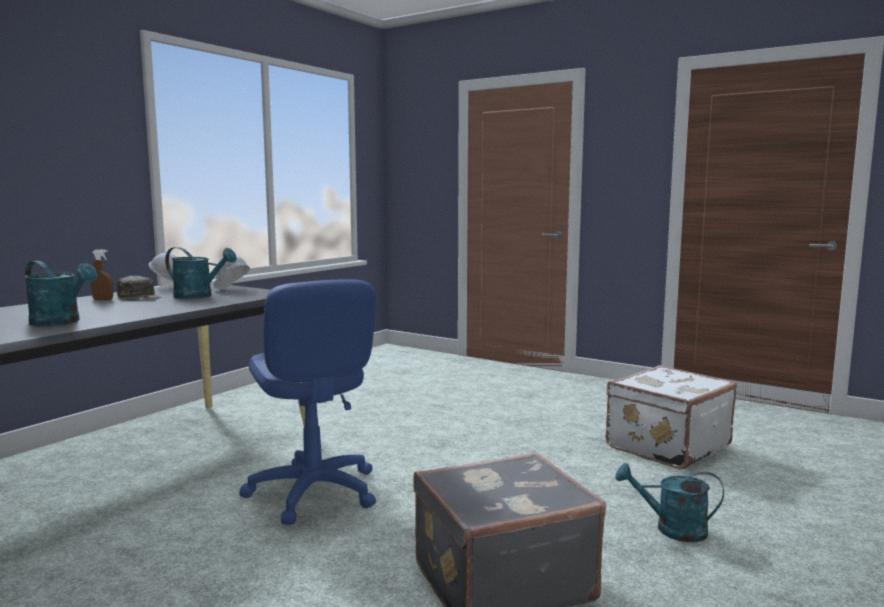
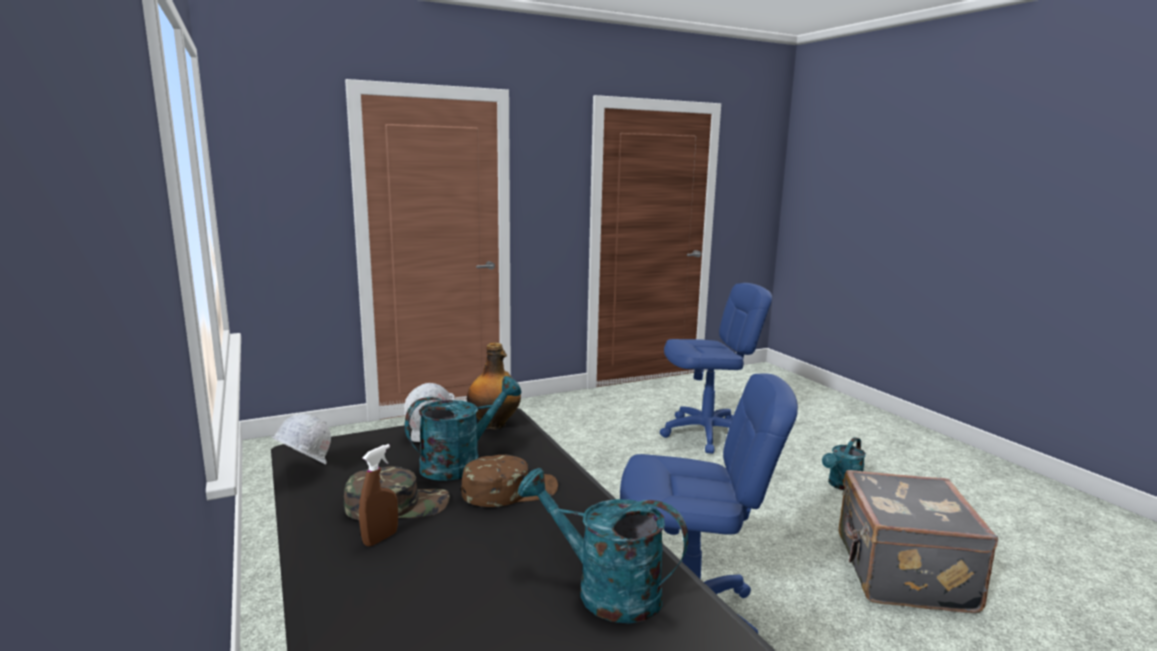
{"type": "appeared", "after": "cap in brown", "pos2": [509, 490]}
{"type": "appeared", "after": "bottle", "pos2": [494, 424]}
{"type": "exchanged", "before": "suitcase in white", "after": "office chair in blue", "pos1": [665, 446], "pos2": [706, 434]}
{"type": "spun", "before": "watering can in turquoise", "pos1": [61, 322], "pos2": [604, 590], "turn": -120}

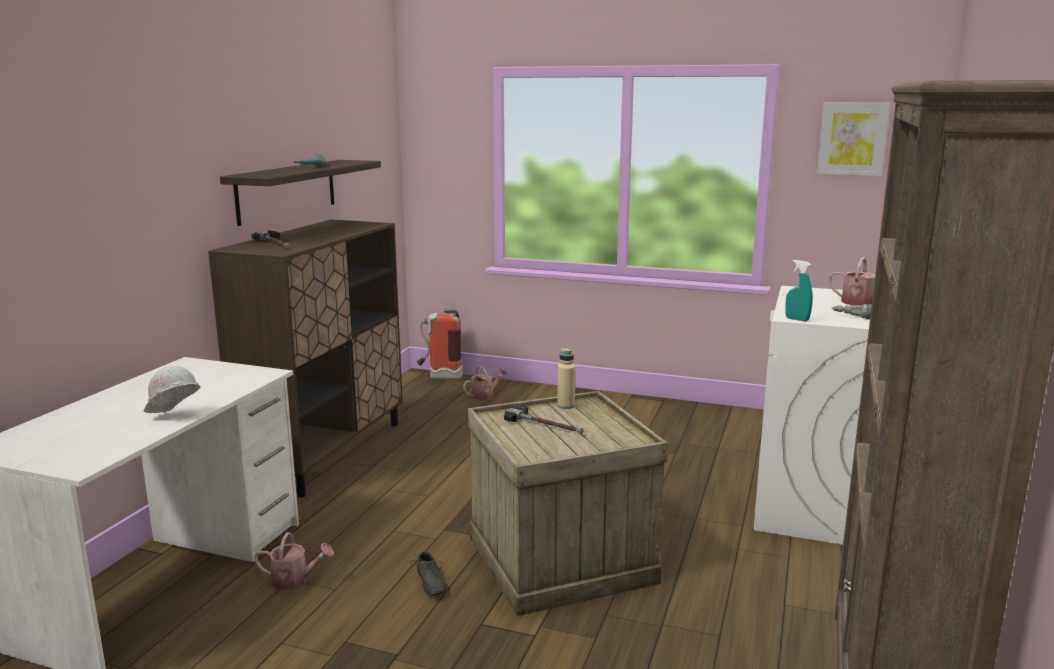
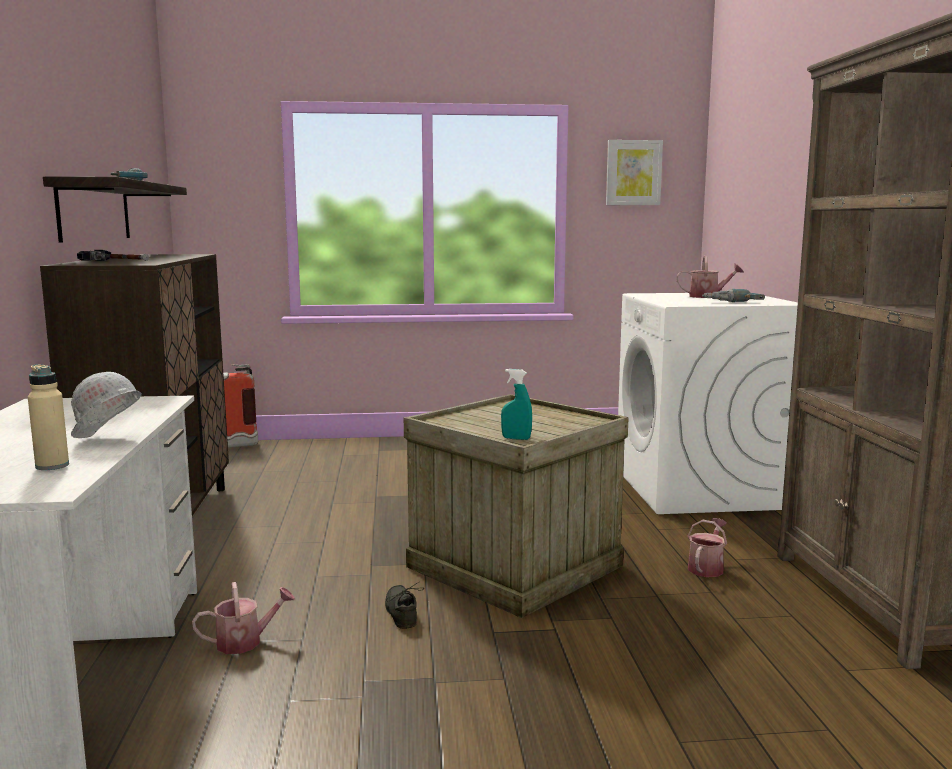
{"type": "missing", "before": "hammer", "pos1": [544, 425]}
{"type": "relocated", "before": "watering can", "pos1": [485, 396], "pos2": [707, 567]}
{"type": "relocated", "before": "bottle in beige", "pos1": [566, 406], "pos2": [52, 466]}
{"type": "relocated", "before": "spray bottle in turquoise", "pos1": [797, 319], "pos2": [516, 438]}
{"type": "spun", "before": "shoe in grey", "pos1": [429, 584], "pos2": [404, 612], "turn": -150}

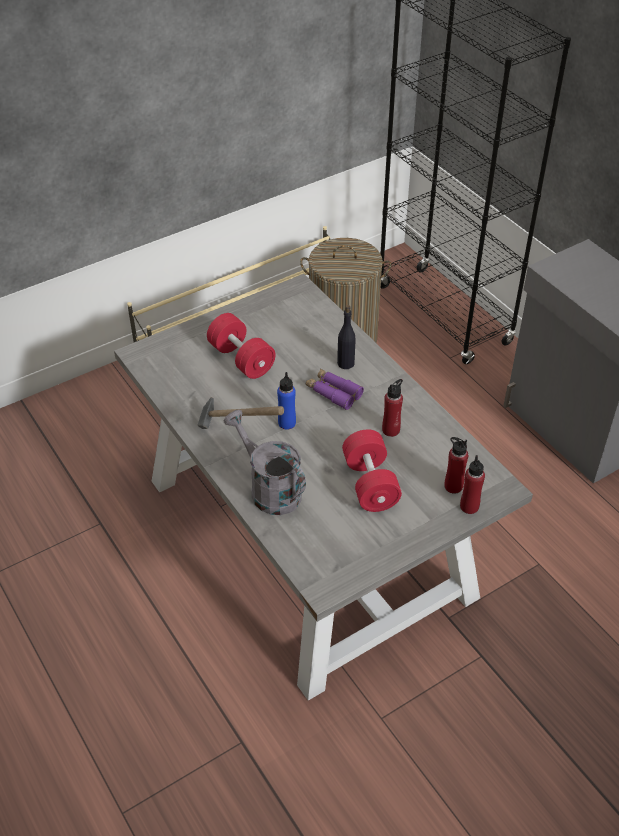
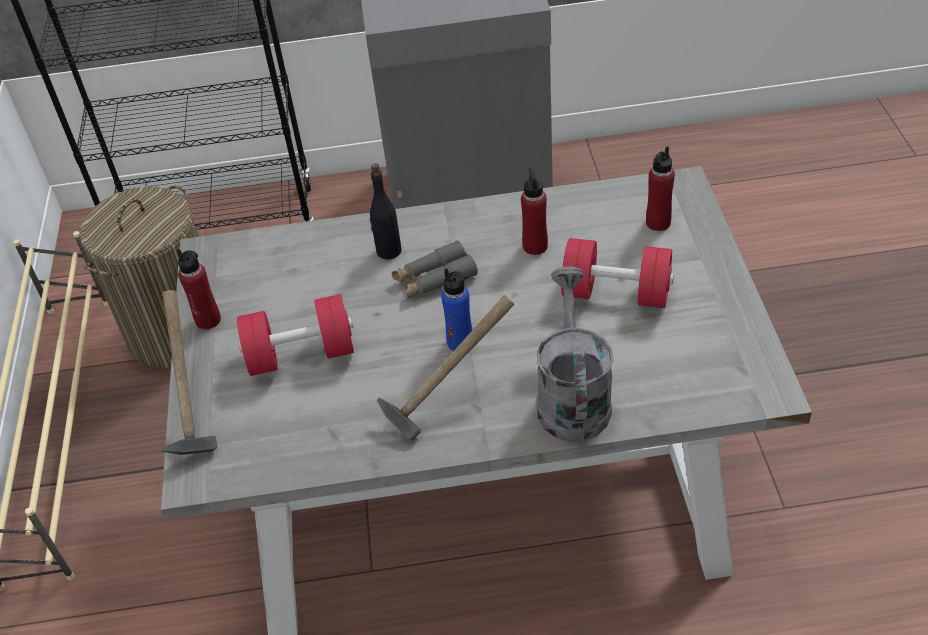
{"type": "appeared", "after": "hammer", "pos2": [192, 411]}
{"type": "relocated", "before": "bottle in red", "pos1": [469, 506], "pos2": [208, 320]}
{"type": "colour", "before": "binoculars in purple", "after": "binoculars in grey", "pos1": [333, 393], "pos2": [434, 279]}
{"type": "spun", "before": "watering can in grey", "pos1": [269, 488], "pos2": [572, 397], "turn": 105}

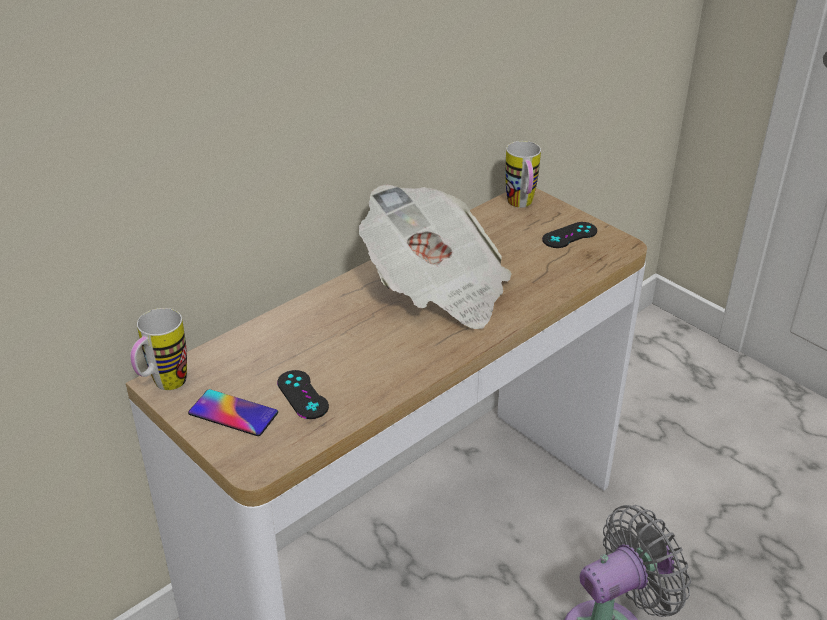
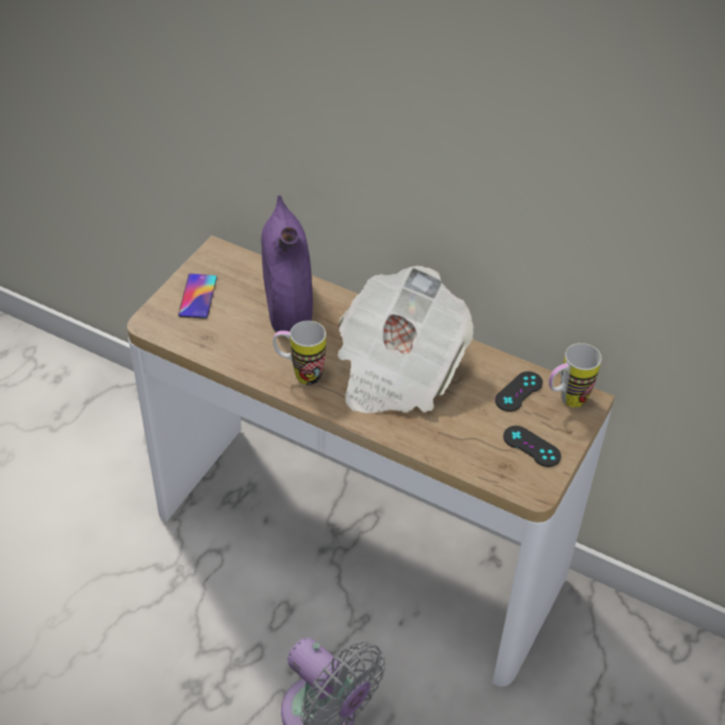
{"type": "appeared", "after": "vase in purple", "pos2": [287, 303]}
{"type": "relocated", "before": "mug", "pos1": [163, 386], "pos2": [299, 374]}
{"type": "relocated", "before": "game controller in black", "pos1": [302, 395], "pos2": [518, 391]}

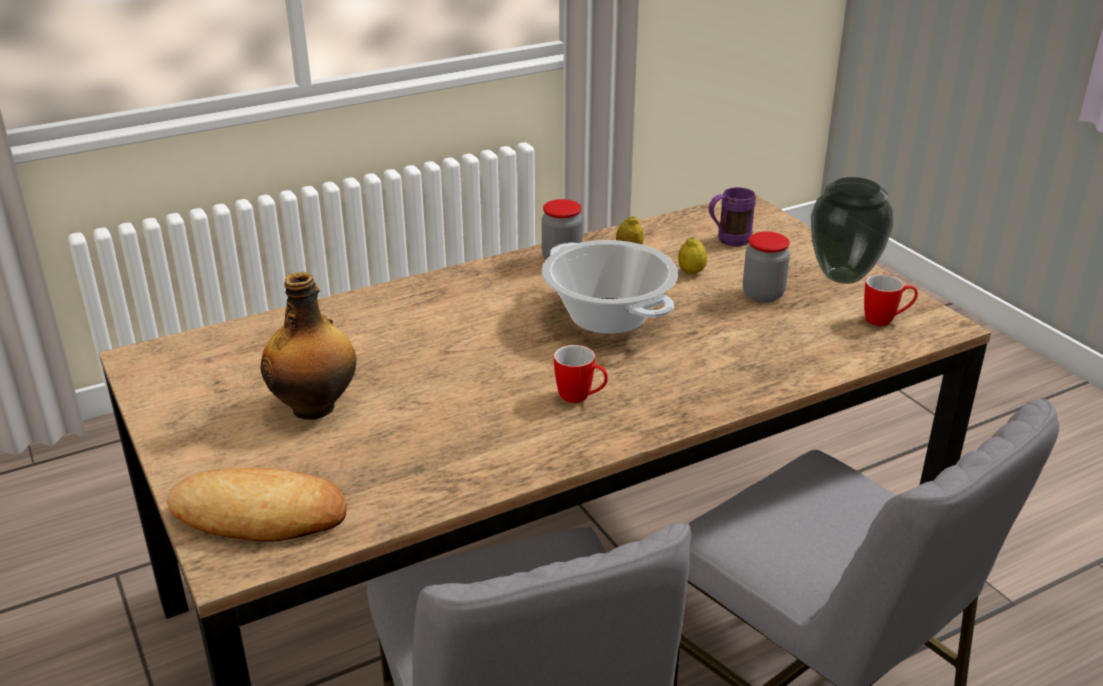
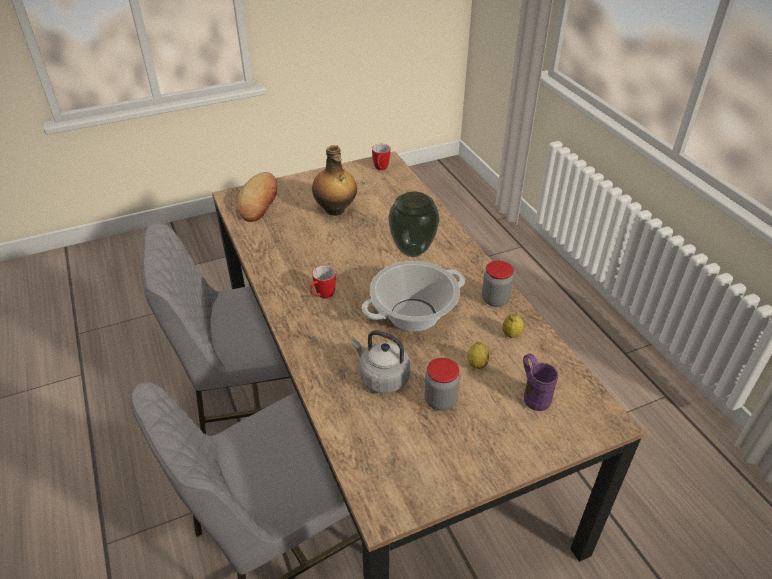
{"type": "appeared", "after": "kettle in grey", "pos2": [382, 377]}
{"type": "relocated", "before": "vase", "pos1": [841, 277], "pos2": [412, 250]}
{"type": "relocated", "before": "mug", "pos1": [886, 320], "pos2": [380, 169]}

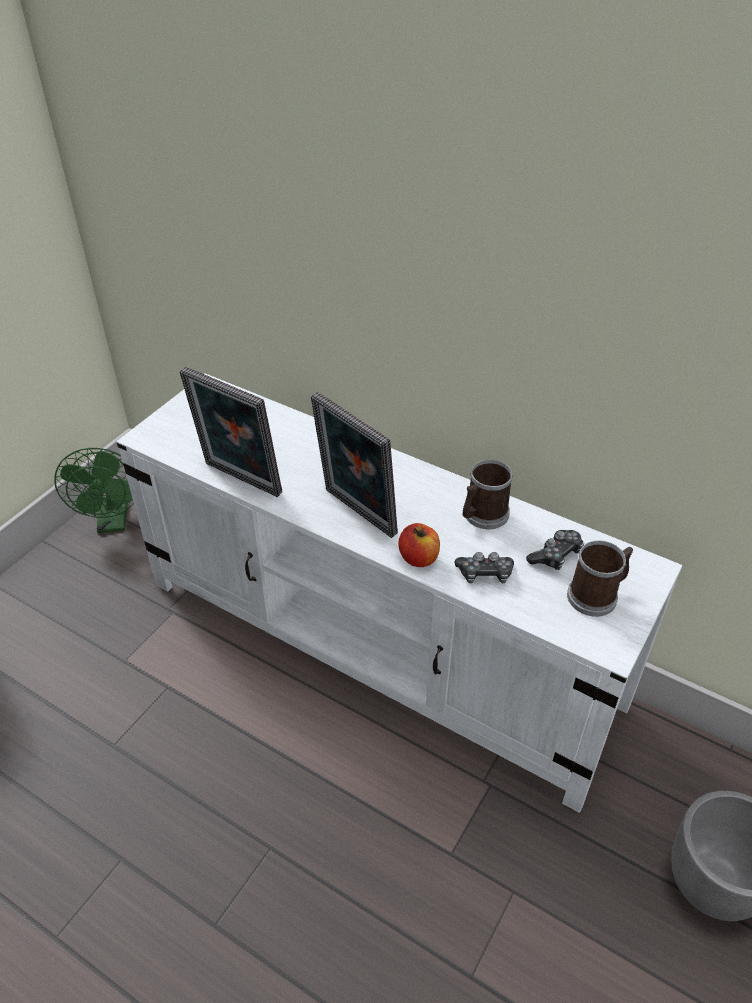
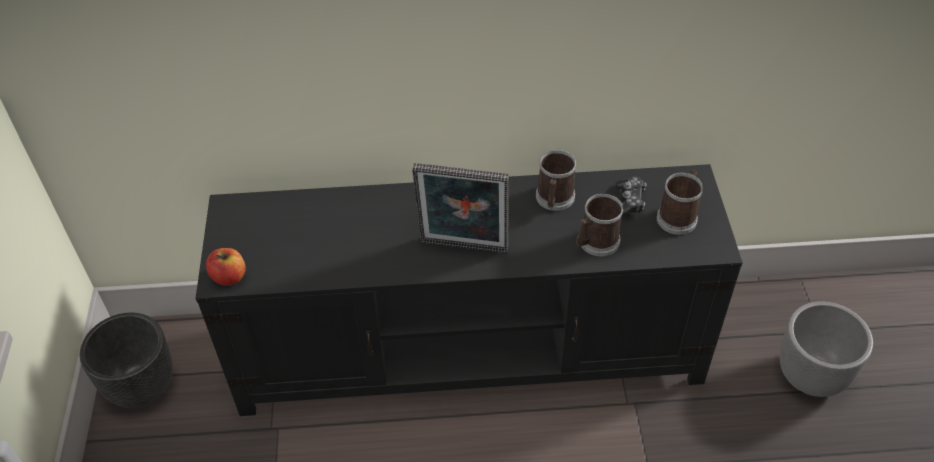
{"type": "missing", "before": "picture frame", "pos1": [239, 481]}
{"type": "relocated", "before": "apple", "pos1": [418, 558], "pos2": [229, 276]}
{"type": "exchanged", "before": "fan in green", "after": "planter in black", "pos1": [113, 522], "pos2": [142, 385]}
{"type": "exchanged", "before": "game controller", "after": "mug", "pos1": [485, 574], "pos2": [595, 243]}
{"type": "colour", "before": "tv stand in white", "after": "tv stand in black", "pos1": [379, 644], "pos2": [471, 350]}

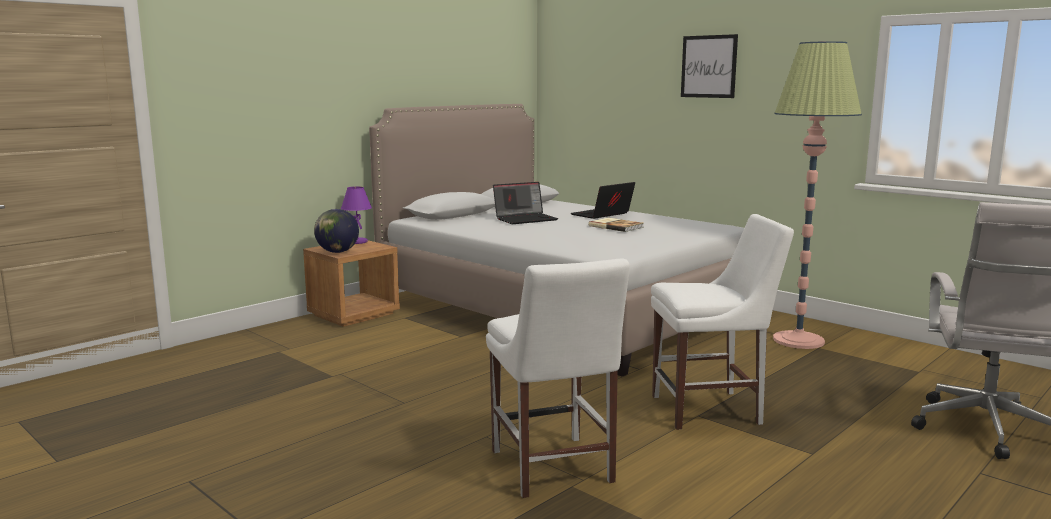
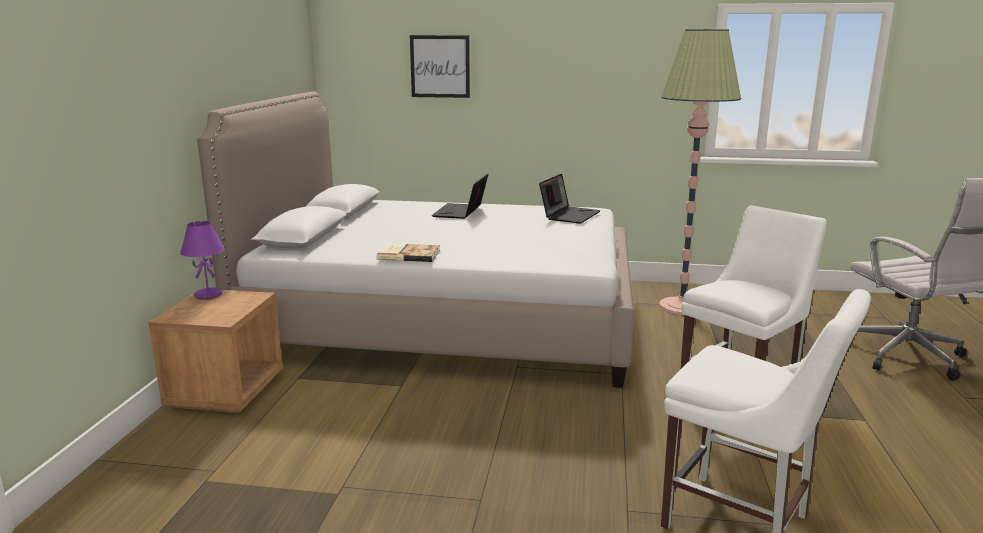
{"type": "missing", "before": "globe", "pos1": [337, 252]}
{"type": "relocated", "before": "laptop", "pos1": [526, 219], "pos2": [569, 215]}
{"type": "relocated", "before": "book", "pos1": [616, 226], "pos2": [408, 254]}
{"type": "relocated", "before": "picture", "pos1": [708, 66], "pos2": [440, 66]}

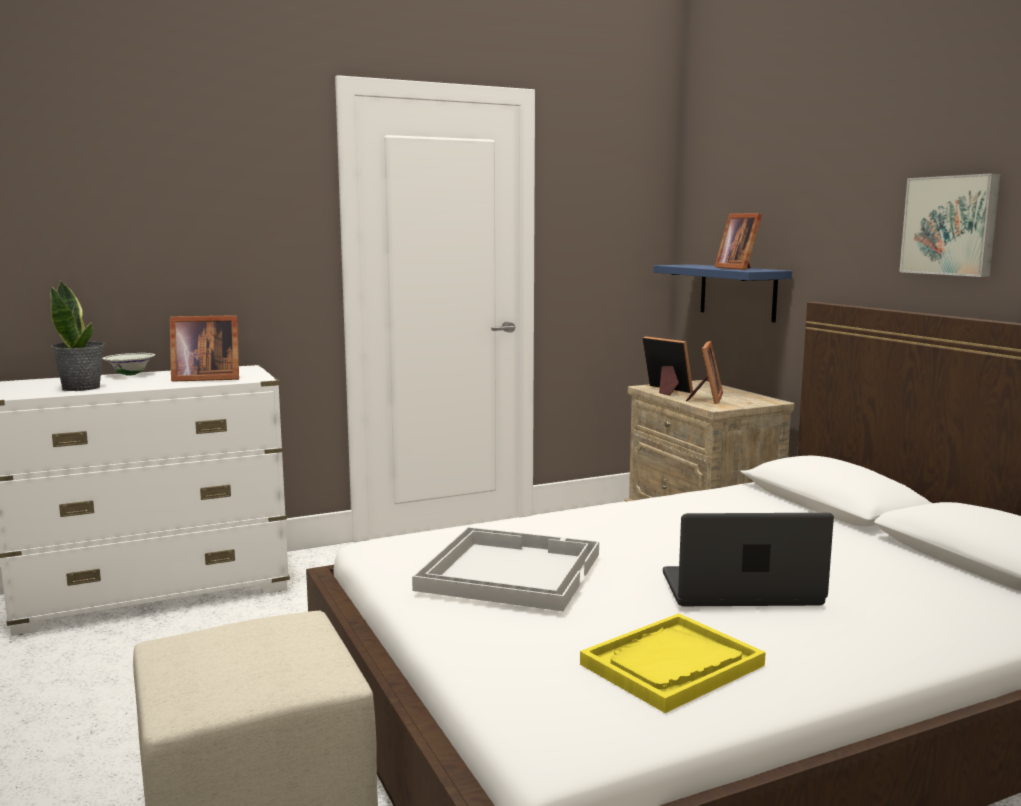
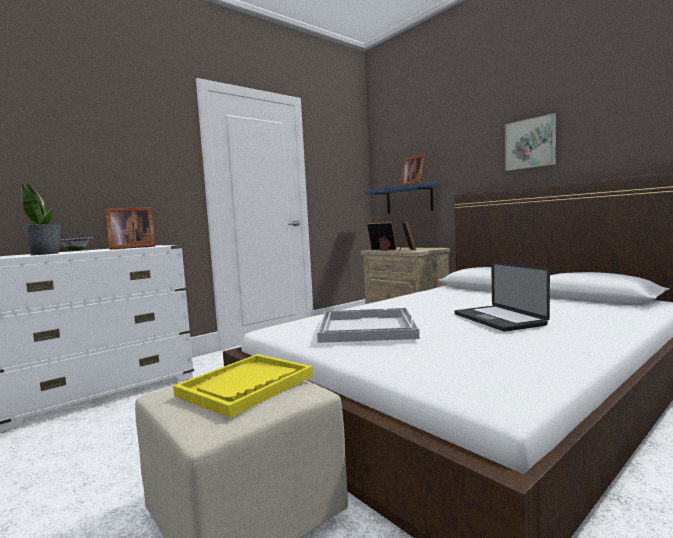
{"type": "relocated", "before": "tray in yellow", "pos1": [672, 665], "pos2": [246, 386]}
{"type": "spun", "before": "laptop", "pos1": [740, 590], "pos2": [498, 319], "turn": -90}

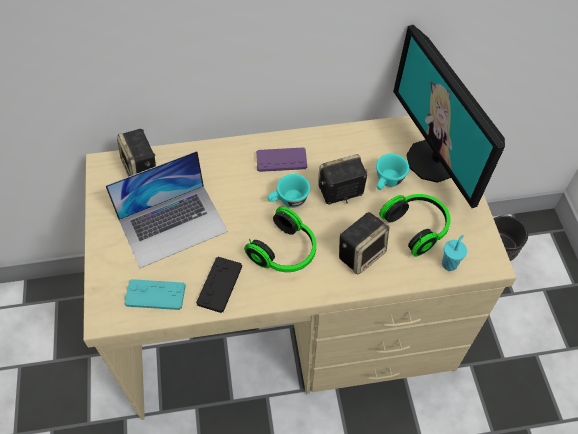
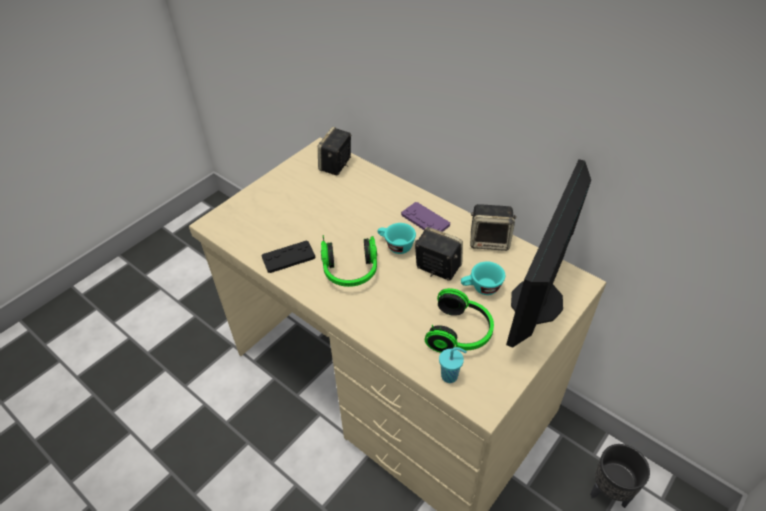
{"type": "missing", "before": "laptop", "pos1": [173, 225]}
{"type": "missing", "before": "game controller in turquoise", "pos1": [155, 295]}
{"type": "relocated", "before": "speaker", "pos1": [361, 253], "pos2": [490, 241]}

